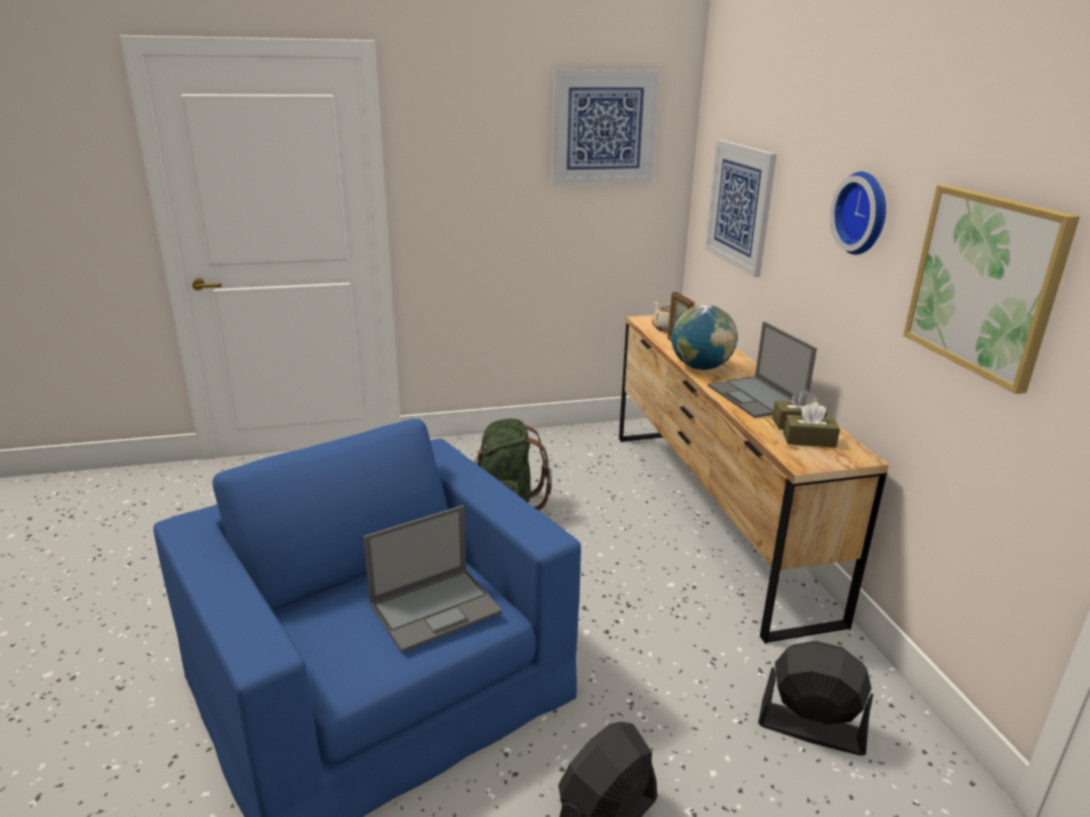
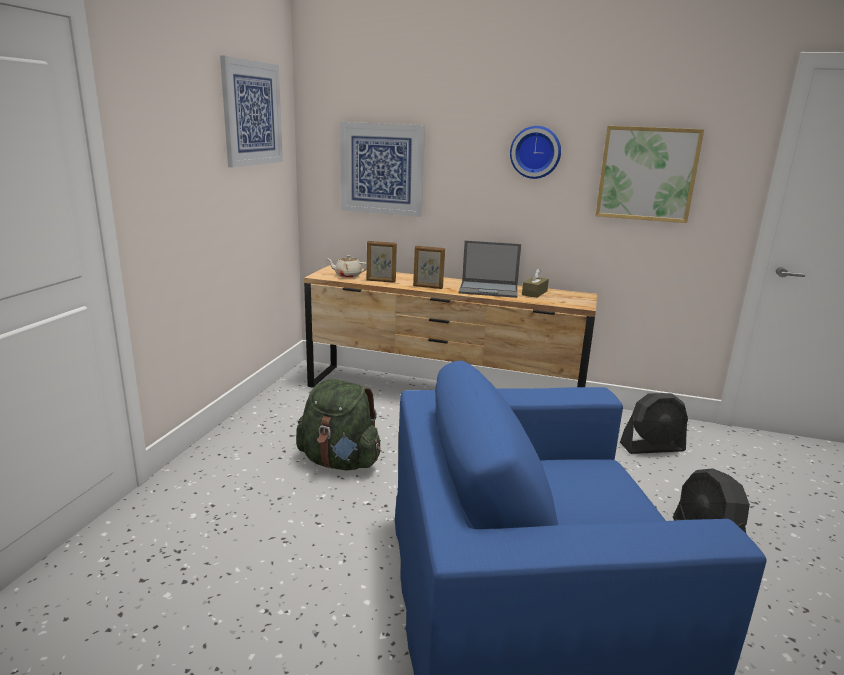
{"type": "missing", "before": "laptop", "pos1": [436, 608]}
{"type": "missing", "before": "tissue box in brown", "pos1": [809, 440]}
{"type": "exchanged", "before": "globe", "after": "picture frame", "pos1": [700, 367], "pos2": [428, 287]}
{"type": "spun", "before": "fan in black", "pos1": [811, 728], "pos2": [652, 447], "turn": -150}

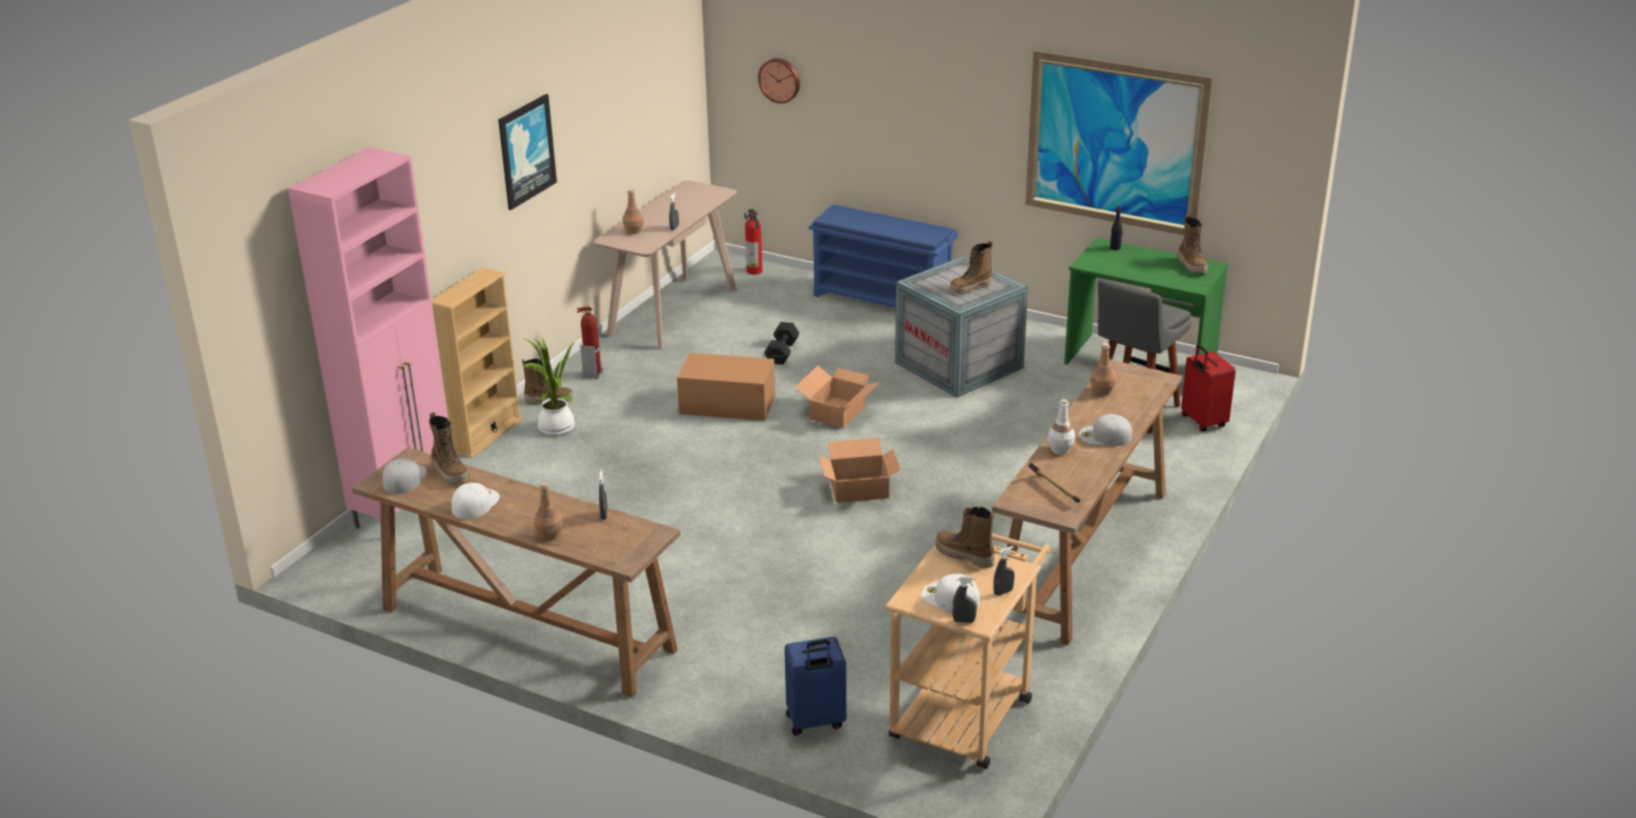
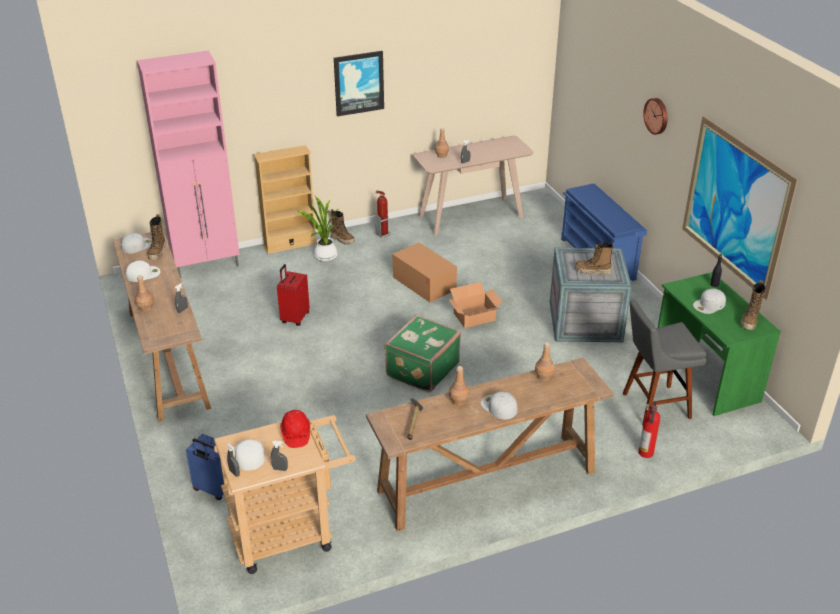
{"type": "missing", "before": "dumbbell in black", "pos1": [783, 352]}
{"type": "appeared", "after": "cap in white", "pos2": [709, 305]}
{"type": "relocated", "before": "fire extinguisher", "pos1": [755, 271], "pos2": [645, 453]}
{"type": "relocated", "before": "wall clock", "pos1": [780, 80], "pos2": [657, 115]}
{"type": "relocated", "before": "suitcase in red", "pos1": [1202, 422], "pos2": [294, 318]}
{"type": "exchanged", "before": "cardboard box", "after": "suitcase in green", "pos1": [860, 489], "pos2": [421, 369]}
{"type": "exchanged", "before": "boot", "after": "hard hat in red", "pos1": [964, 556], "pos2": [295, 434]}
{"type": "colour", "before": "bottle in white", "after": "bottle in brown", "pos1": [1060, 450], "pos2": [458, 401]}

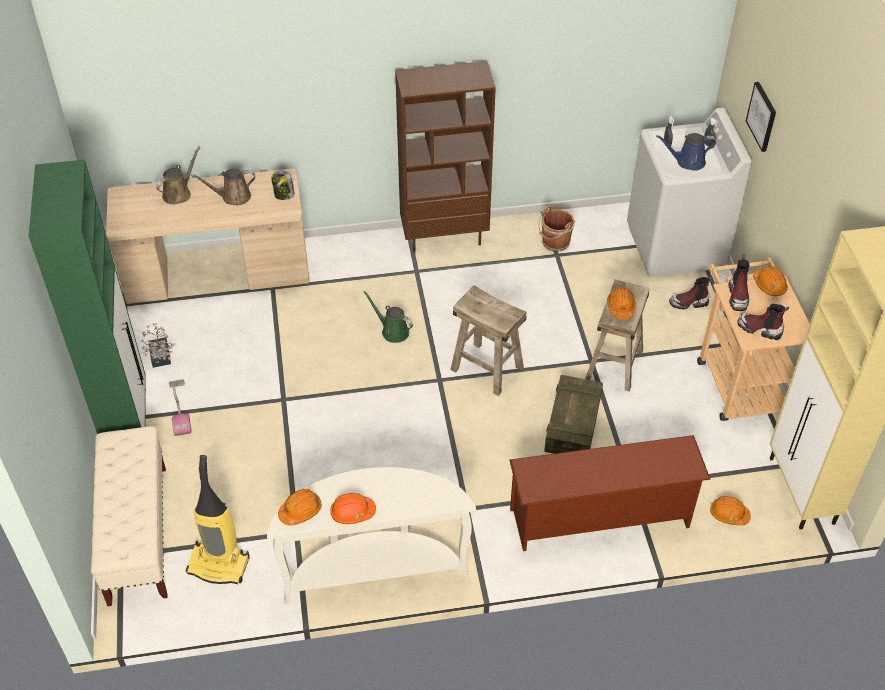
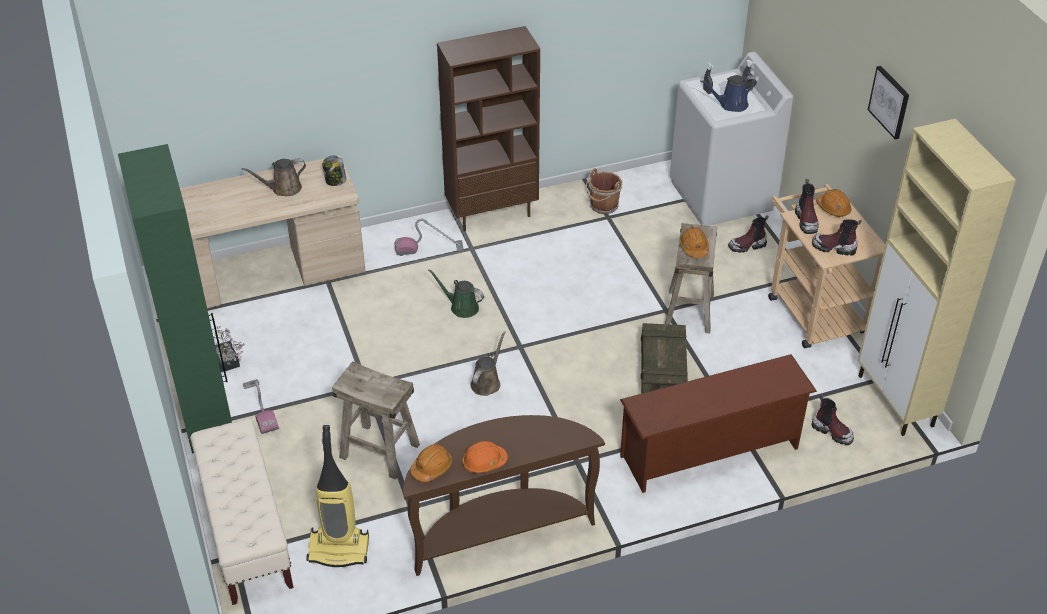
{"type": "appeared", "after": "vacuum cleaner", "pos2": [429, 248]}
{"type": "relocated", "before": "watering can in brown", "pos1": [179, 193], "pos2": [487, 382]}
{"type": "relocated", "before": "stool in beige", "pos1": [486, 368], "pos2": [379, 451]}
{"type": "relocated", "before": "picture", "pos1": [762, 116], "pos2": [889, 102]}
{"type": "exchanged", "before": "hard hat in orange", "after": "boot", "pos1": [728, 514], "pos2": [832, 431]}
{"type": "colour", "before": "console table in white", "after": "console table in brown", "pos1": [374, 569], "pos2": [499, 530]}

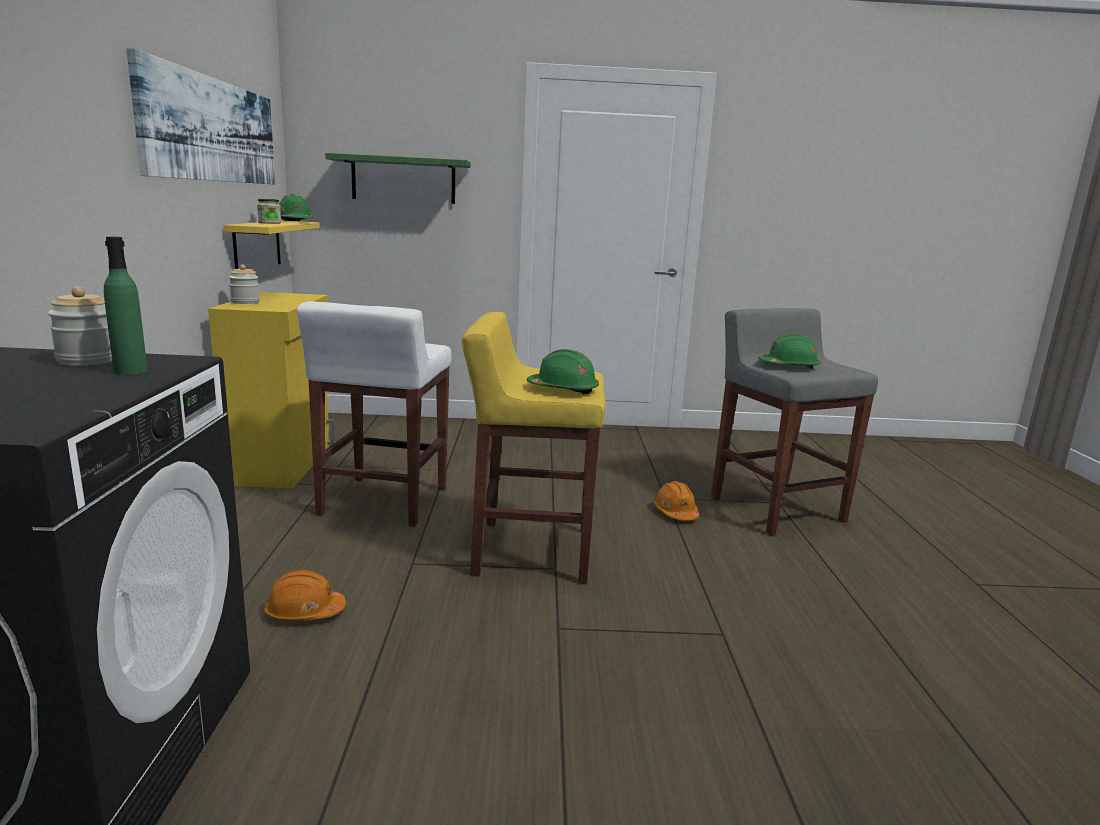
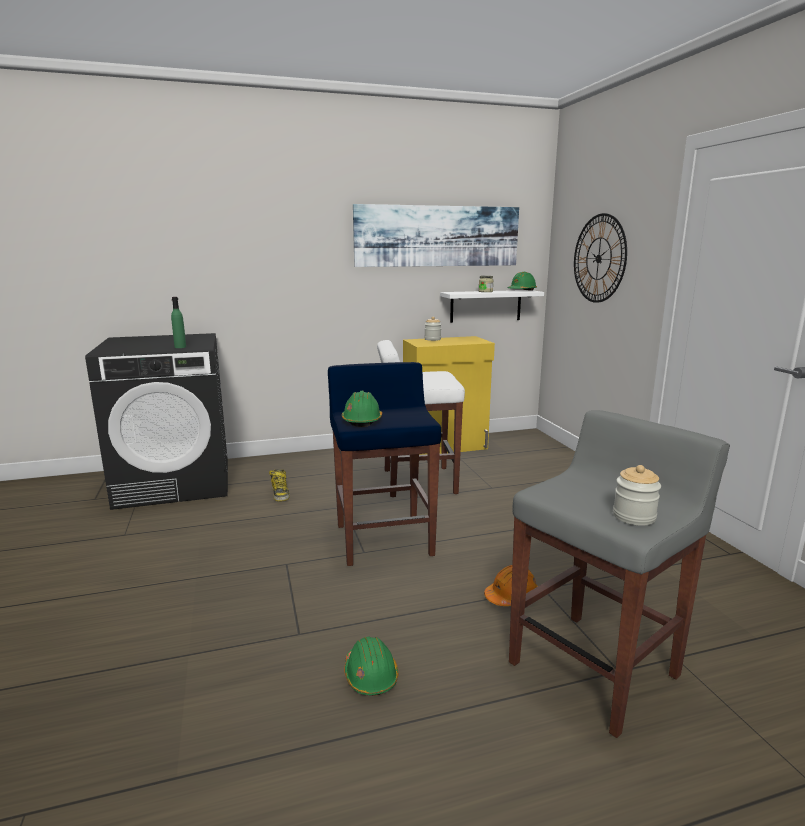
{"type": "relocated", "before": "jar", "pos1": [88, 360], "pos2": [634, 516]}
{"type": "relocated", "before": "hard hat in green", "pos1": [789, 366], "pos2": [370, 675]}
{"type": "exchanged", "before": "hard hat in orange", "after": "boot", "pos1": [304, 612], "pos2": [280, 494]}
{"type": "exchanged", "before": "shelf in green", "after": "wall clock", "pos1": [403, 180], "pos2": [599, 258]}
{"type": "colour", "before": "shelf in yellow", "after": "shelf in white", "pos1": [257, 245], "pos2": [485, 306]}
{"type": "colour", "before": "stool in yellow", "after": "stool in blue", "pos1": [530, 551], "pos2": [384, 539]}

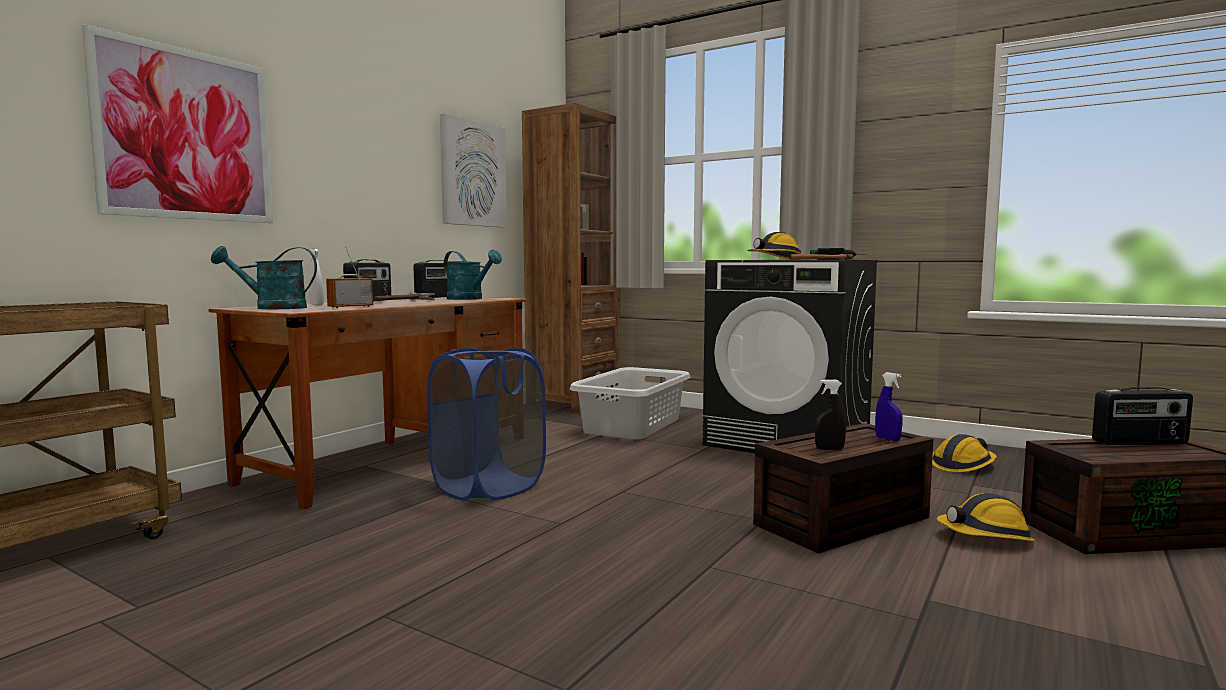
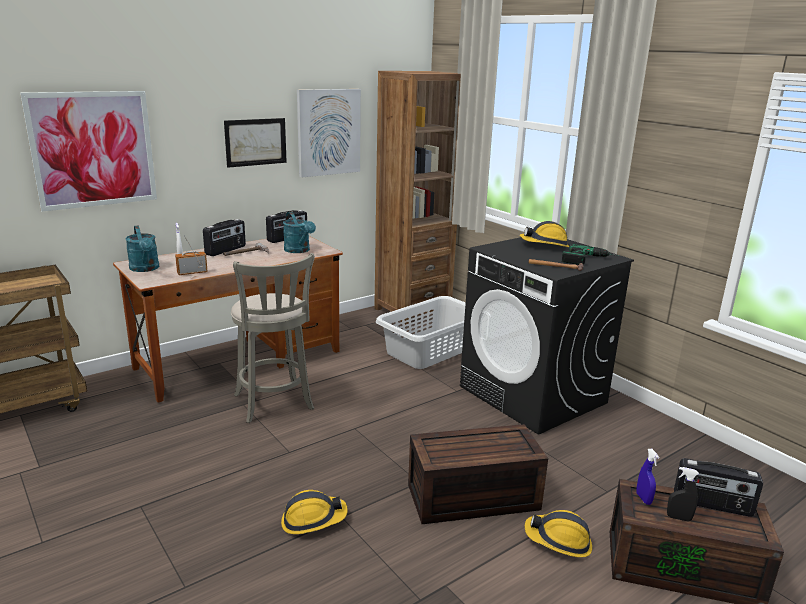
{"type": "appeared", "after": "picture", "pos2": [255, 142]}
{"type": "relocated", "before": "spray bottle in black", "pos1": [829, 449], "pos2": [678, 518]}
{"type": "relocated", "before": "spray bottle in blue", "pos1": [887, 439], "pos2": [643, 499]}
{"type": "relocated", "before": "hard hat", "pos1": [963, 465], "pos2": [313, 519]}
{"type": "exchanged", "before": "laundry basket in blue", "after": "stool in grey", "pos1": [488, 487], "pos2": [274, 404]}
{"type": "spun", "before": "watering can in turquoise", "pos1": [272, 308], "pos2": [145, 269], "turn": -135}

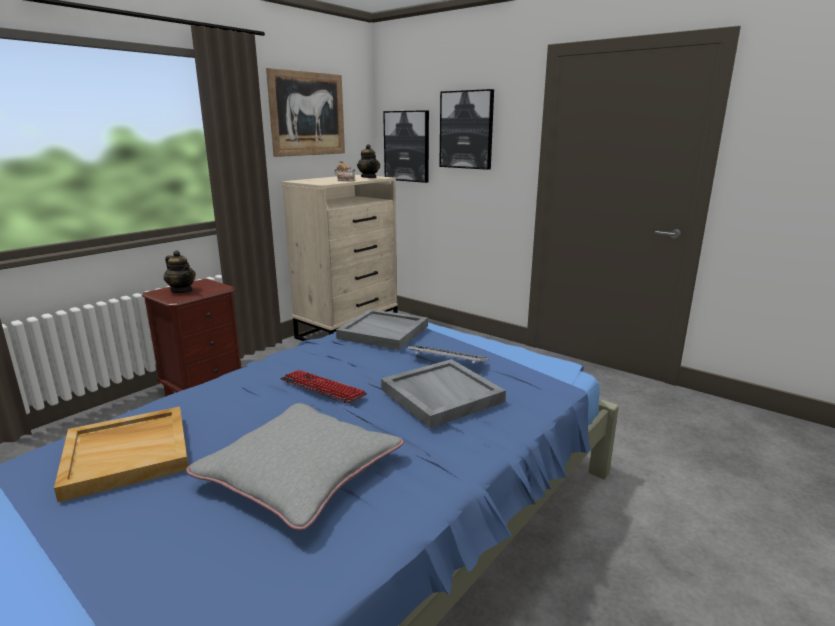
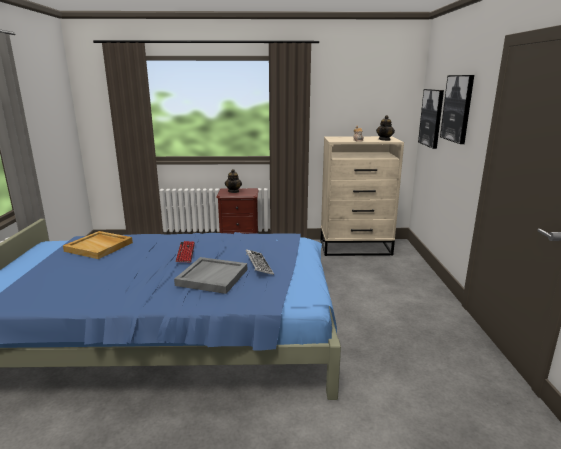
{"type": "missing", "before": "pillow in grey", "pos1": [300, 472]}
{"type": "missing", "before": "picture", "pos1": [307, 114]}
{"type": "missing", "before": "tray in grey", "pos1": [384, 332]}

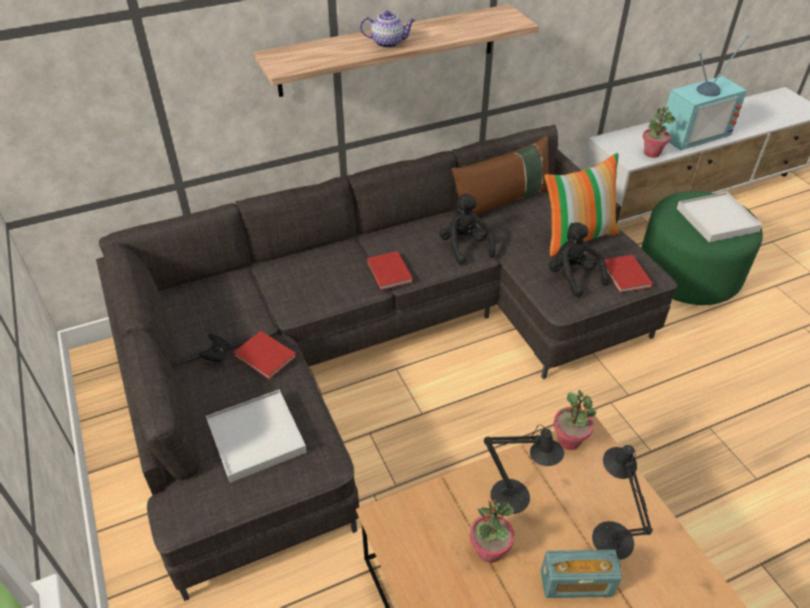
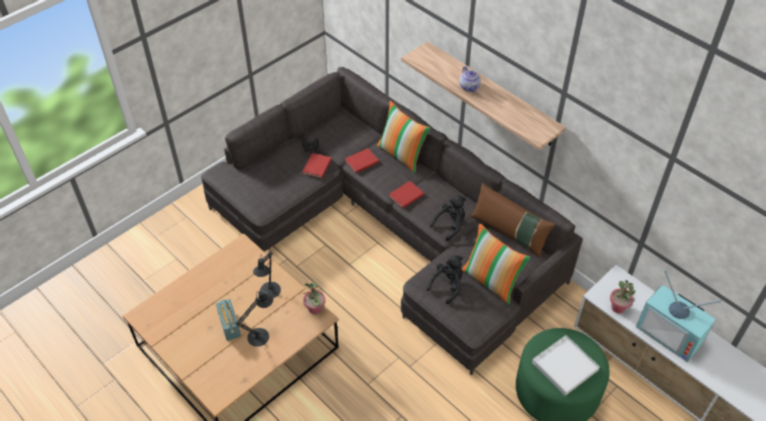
{"type": "missing", "before": "tray in white", "pos1": [256, 437]}
{"type": "missing", "before": "potted plant", "pos1": [488, 550]}
{"type": "appeared", "after": "pillow", "pos2": [402, 155]}
{"type": "relocated", "before": "book in red", "pos1": [625, 276], "pos2": [361, 161]}

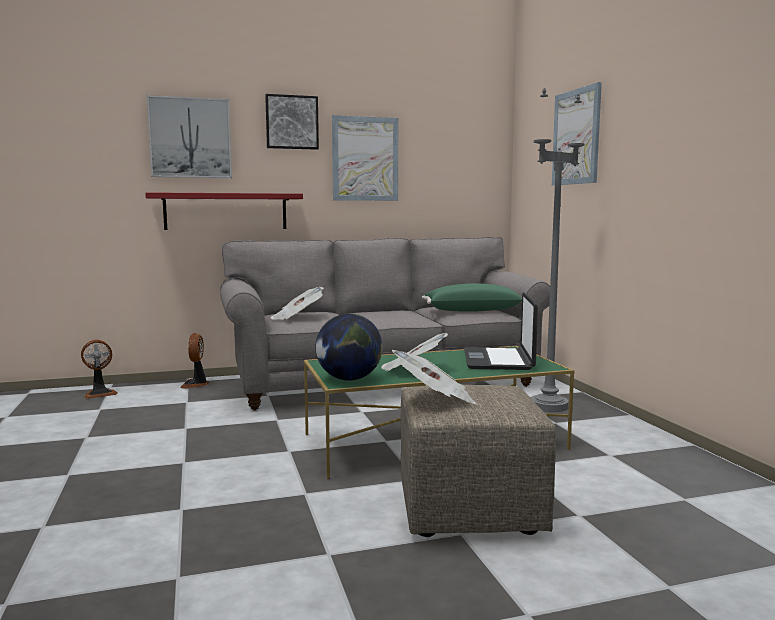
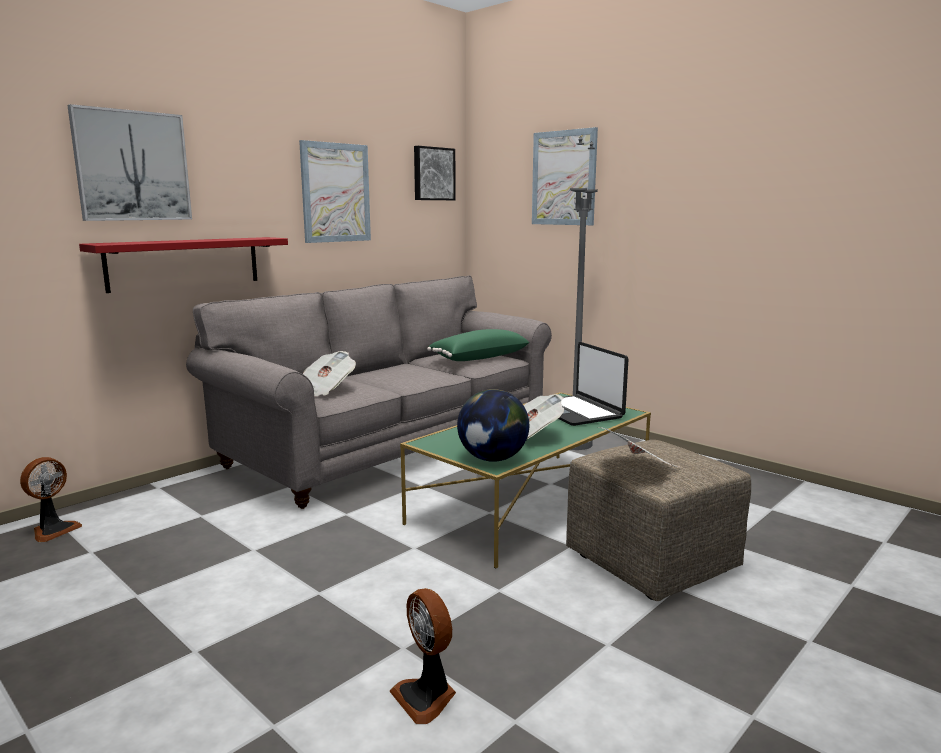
{"type": "relocated", "before": "fan", "pos1": [195, 384], "pos2": [426, 697]}
{"type": "relocated", "before": "picture", "pos1": [292, 122], "pos2": [433, 174]}

